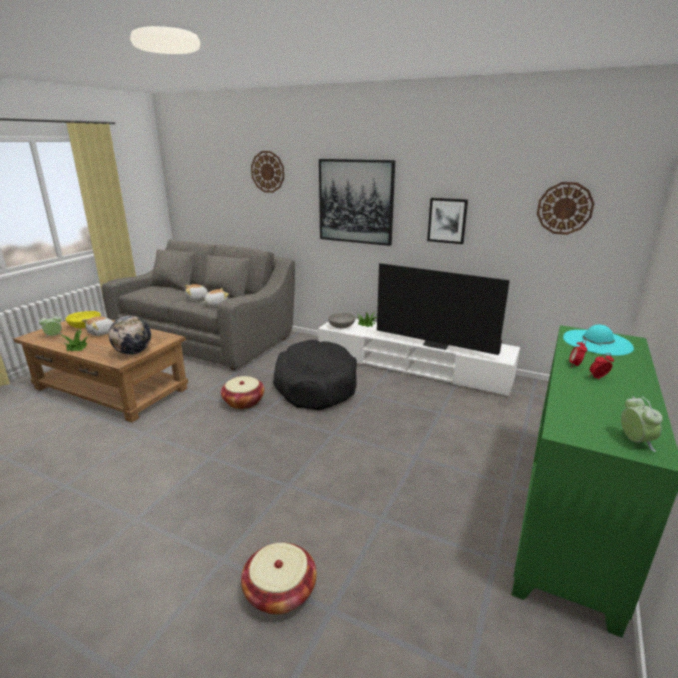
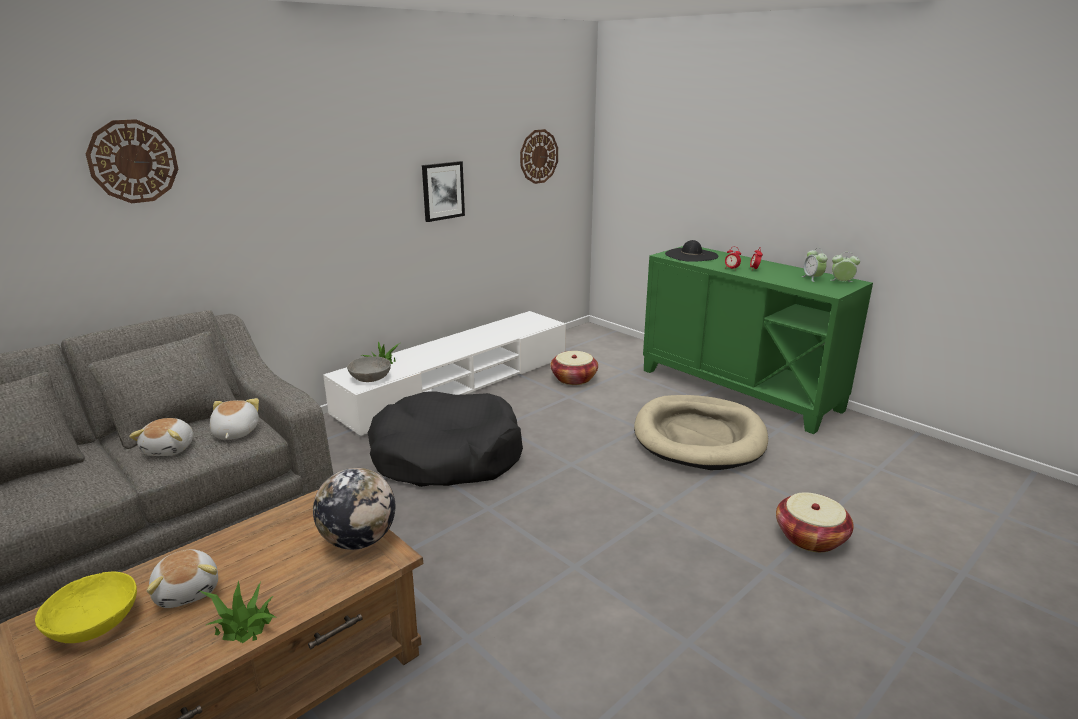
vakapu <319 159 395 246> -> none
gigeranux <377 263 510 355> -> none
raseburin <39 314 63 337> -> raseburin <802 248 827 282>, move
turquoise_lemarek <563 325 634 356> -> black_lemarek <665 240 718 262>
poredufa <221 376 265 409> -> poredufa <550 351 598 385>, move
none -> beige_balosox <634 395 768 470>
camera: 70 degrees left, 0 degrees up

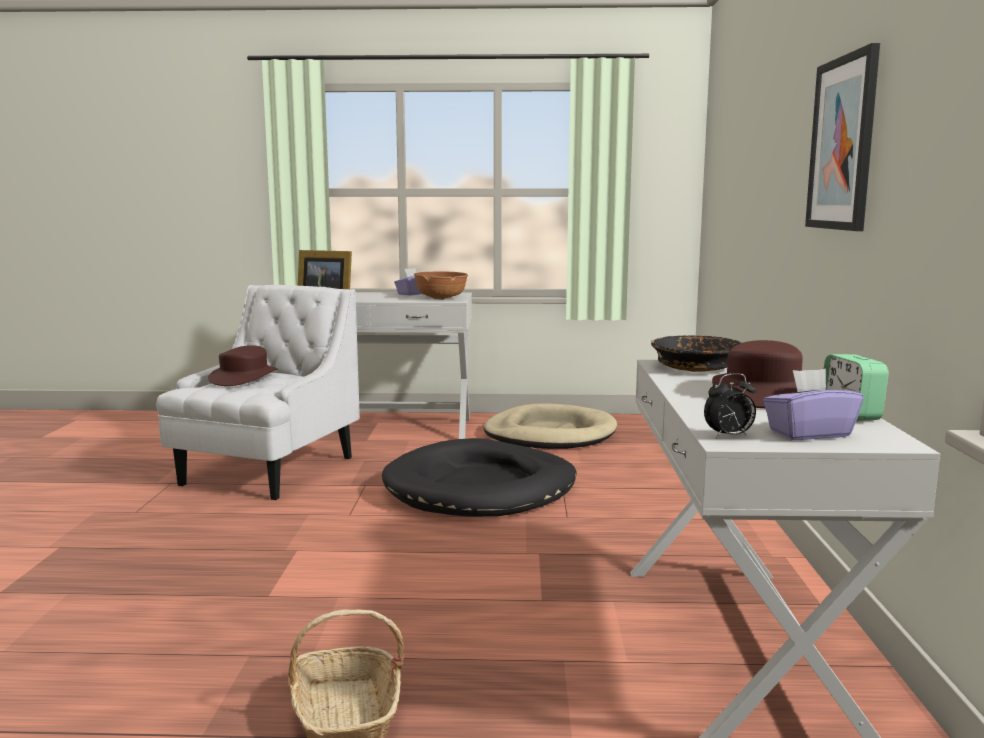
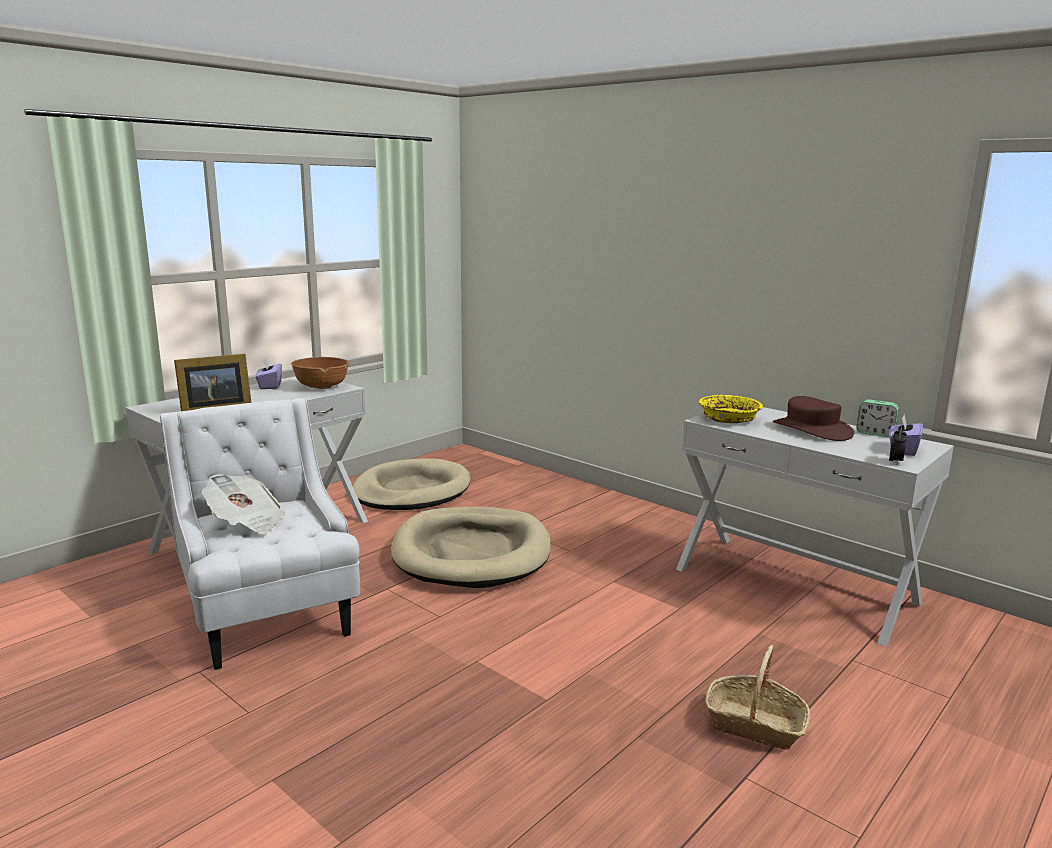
vakapu <805 43 880 231> -> none
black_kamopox <651 335 741 372> -> yellow_kamopox <698 395 763 423>
brown_lemarek <208 345 278 386> -> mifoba <202 474 285 534>
black_balosox <382 438 577 517> -> beige_balosox <391 507 551 588>
camera: 50 degrees left, 5 degrees up

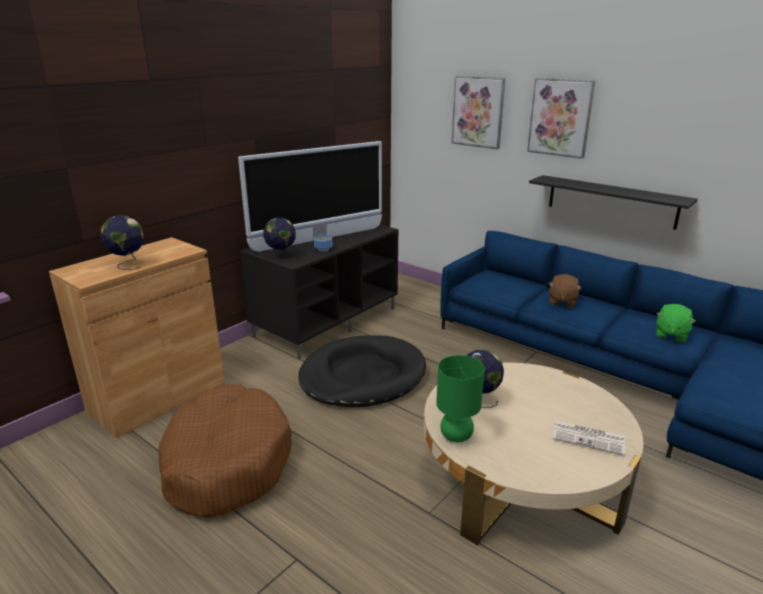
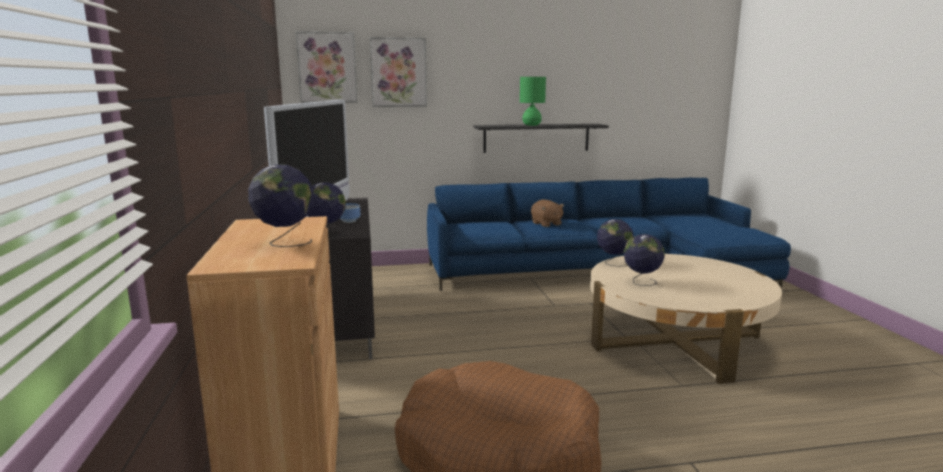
vakapu <527 78 595 159> -> vakapu <296 32 357 103>, move
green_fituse <656 304 696 342> -> none
black_balosox <298 336 426 407> -> none
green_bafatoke <436 355 485 442> -> green_bafatoke <520 77 546 126>, move
mifoba <552 420 625 456> -> none
none -> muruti <597 219 634 266>
camera: 50 degrees left, 10 degrees down

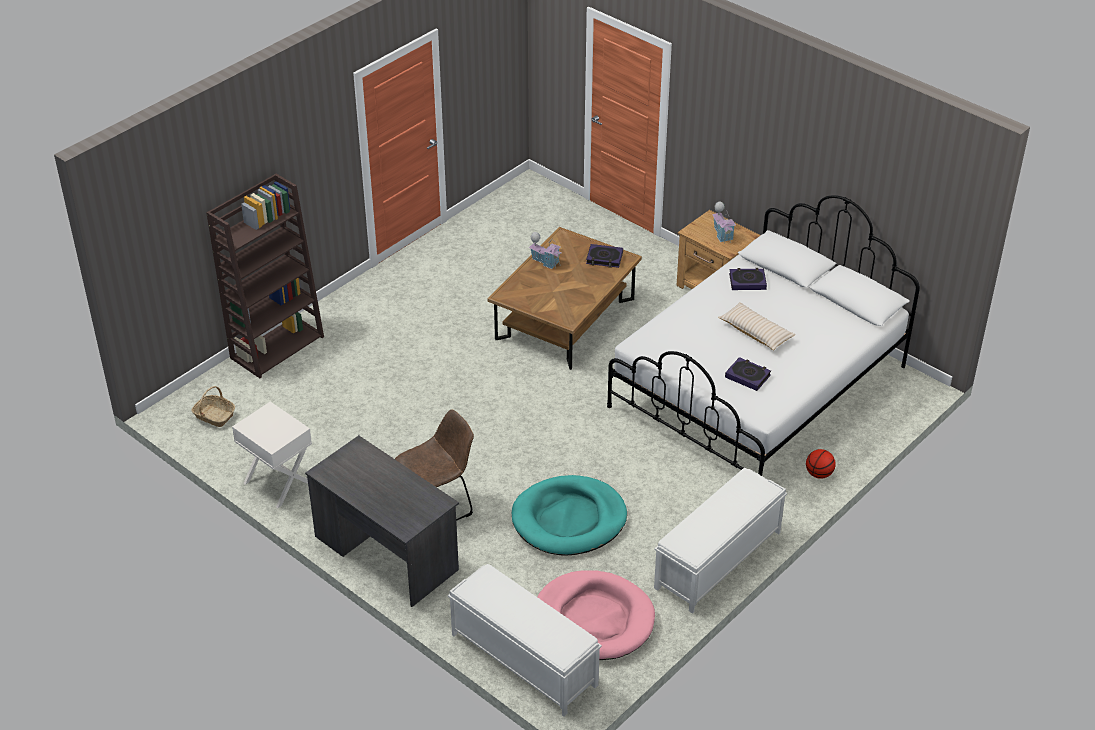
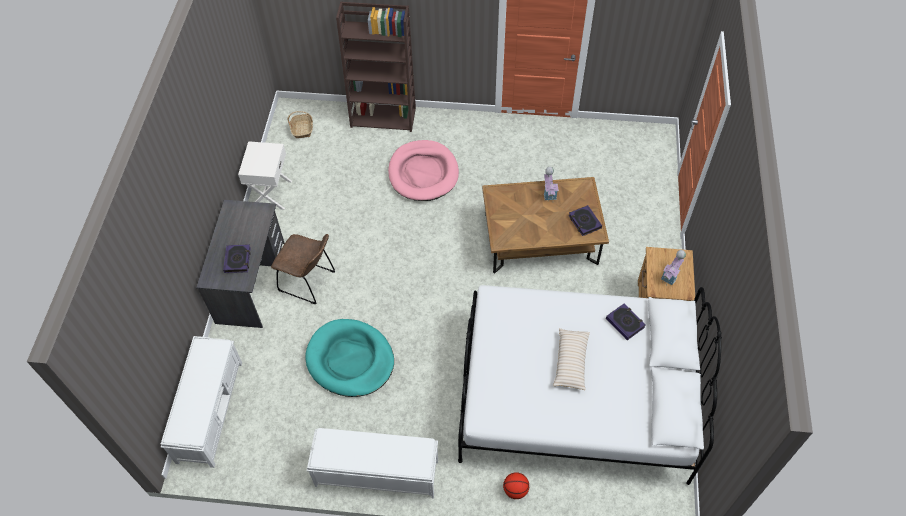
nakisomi <725 357 771 391> -> nakisomi <223 244 251 273>, move
pink_balosox <537 570 655 660> -> pink_balosox <388 140 459 201>, move
camera: 55 degrees right, 15 degrees up

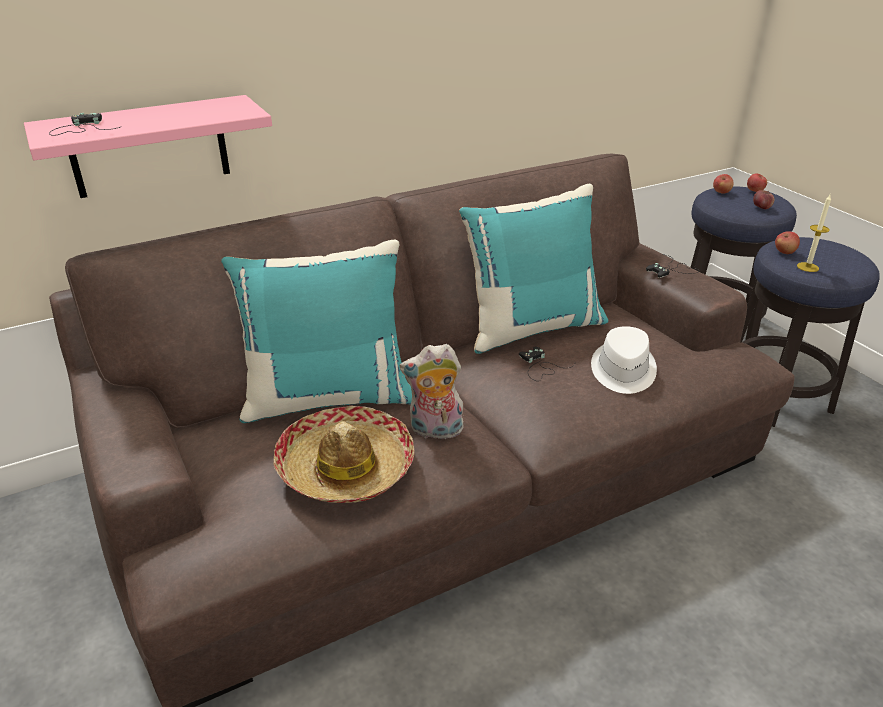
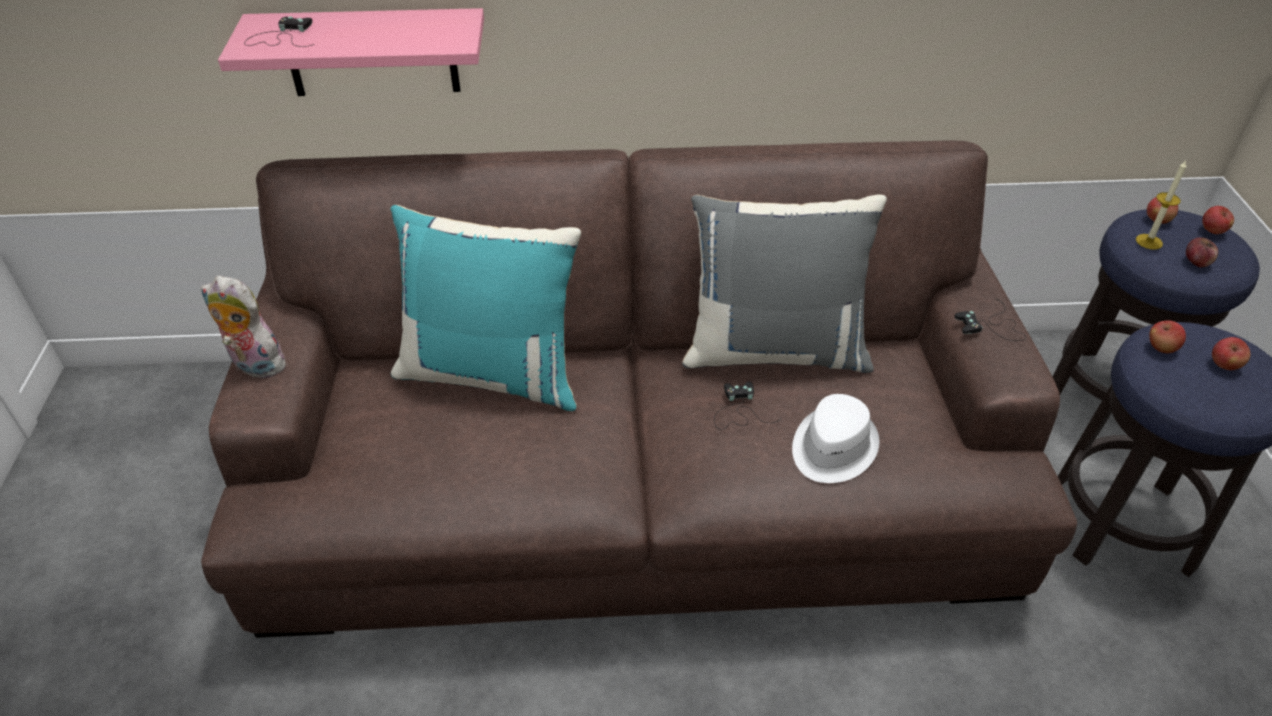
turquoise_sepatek <459 184 608 354> -> grey_sepatek <682 195 887 373>
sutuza <797 195 831 272> -> sutuza <1136 161 1186 250>, move
fituse <400 344 464 439> -> fituse <201 276 288 378>, move
lemarek <273 406 415 503> -> none
none -> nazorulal <1212 337 1250 370>
camera: 25 degrees right, 10 degrees up

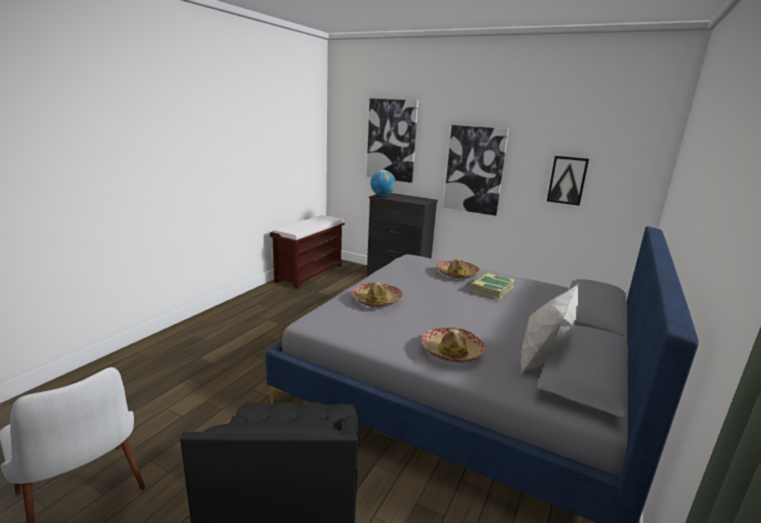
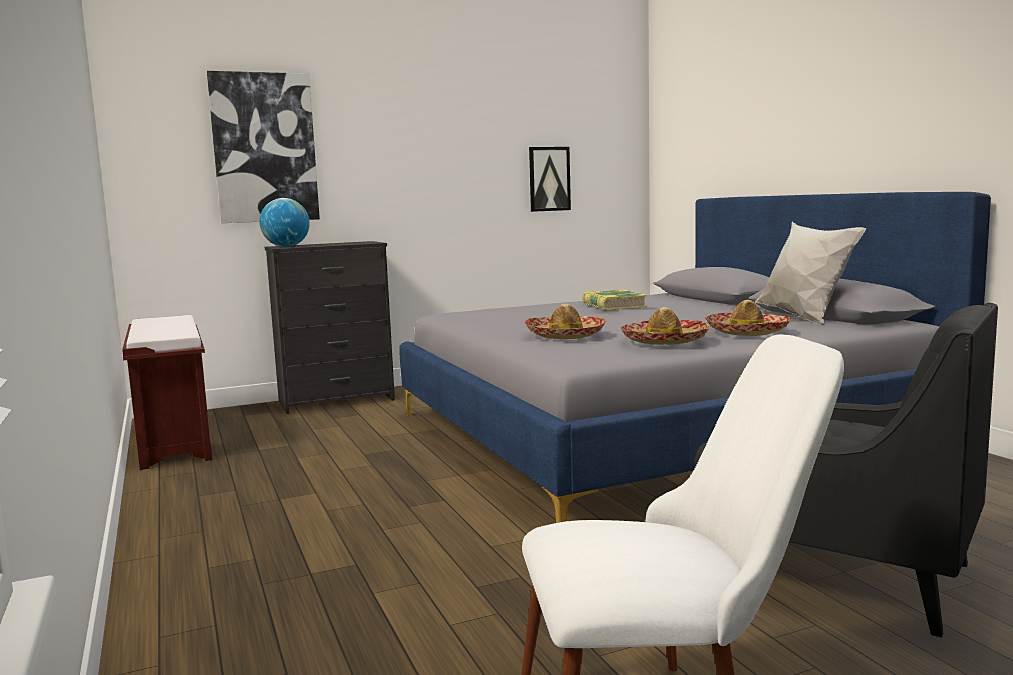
vakapu <443 125 509 216> -> none
lemarek <436 258 480 279> -> lemarek <621 307 710 345>, move
camera: 50 degrees left, 10 degrees down

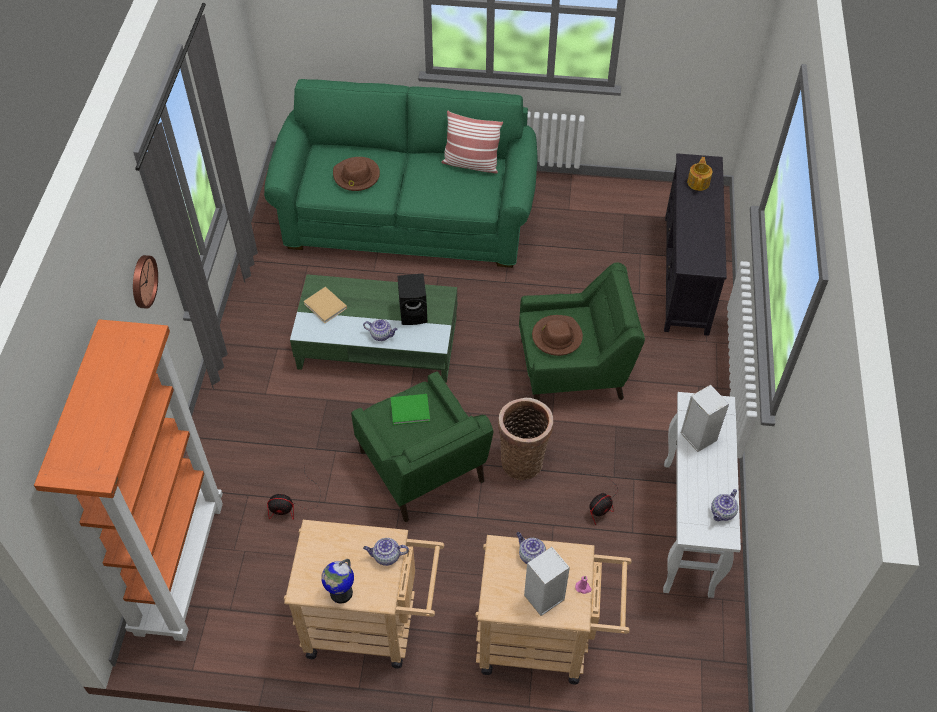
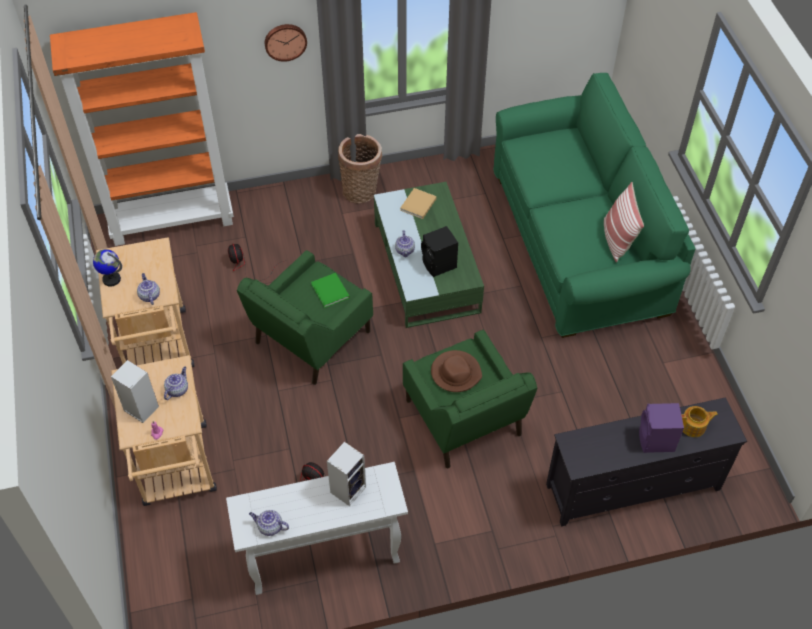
brown_lemarek <333 157 380 191> -> none
poredufa <498 398 553 480> -> poredufa <338 134 382 204>, move
none -> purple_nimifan <639 403 684 453>
camera: 70 degrees right, 0 degrees up

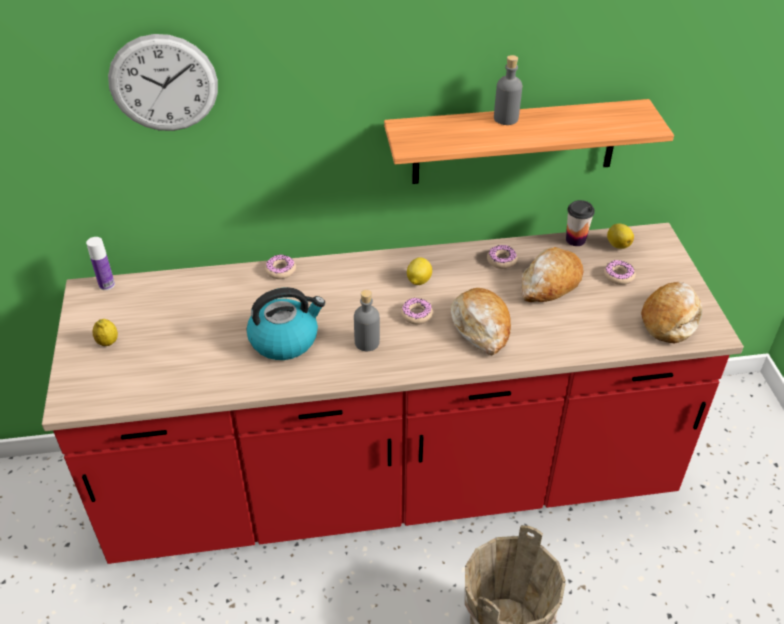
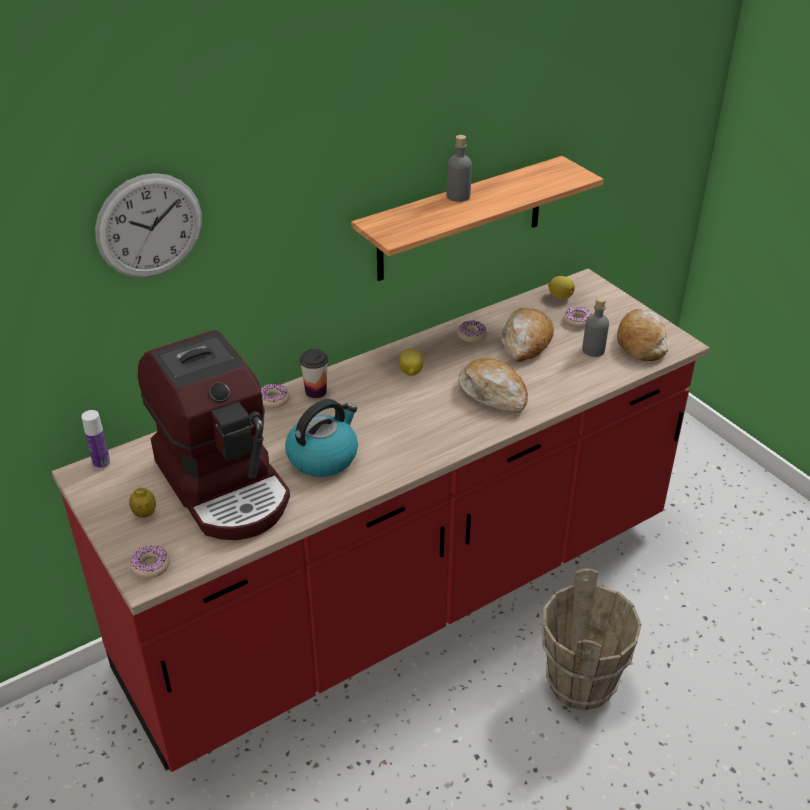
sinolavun <566 200 595 246> -> sinolavun <300 349 328 398>, move
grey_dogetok <354 290 380 351> -> grey_dogetok <582 297 609 357>, move
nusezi <401 298 433 325> -> nusezi <131 546 170 578>, move
none -> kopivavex <138 330 290 540>
camera: 25 degrees left, 5 degrees down

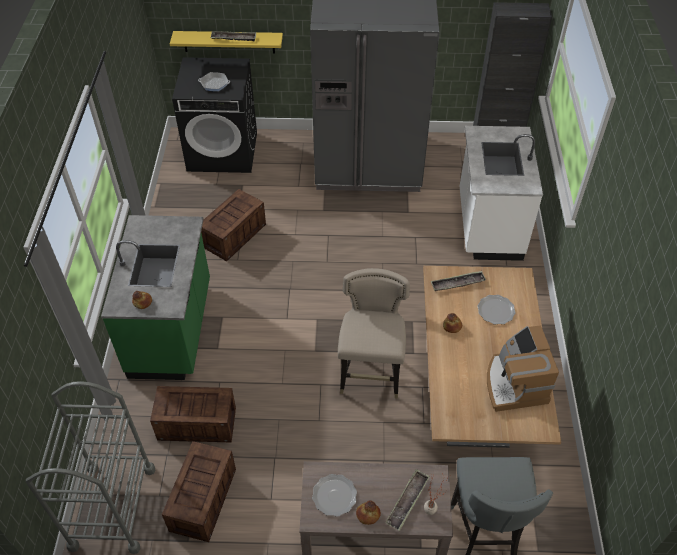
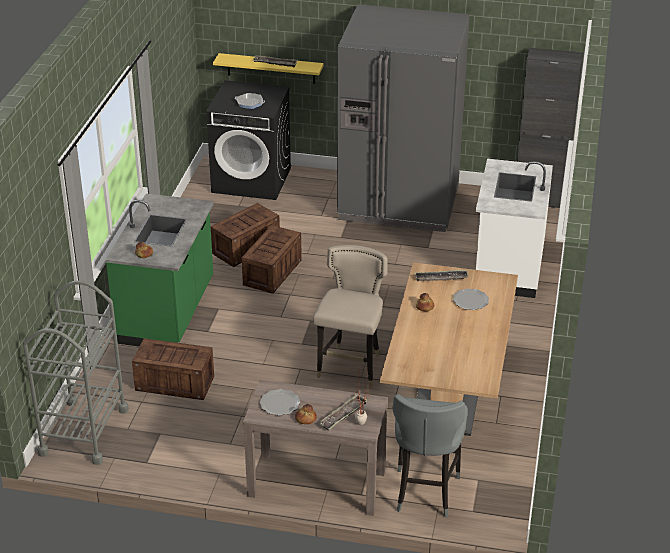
kopivavex <487 326 559 412> -> none
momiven <162 441 236 542> -> momiven <242 225 302 294>, move
camera: 10 degrees right, 15 degrees down

